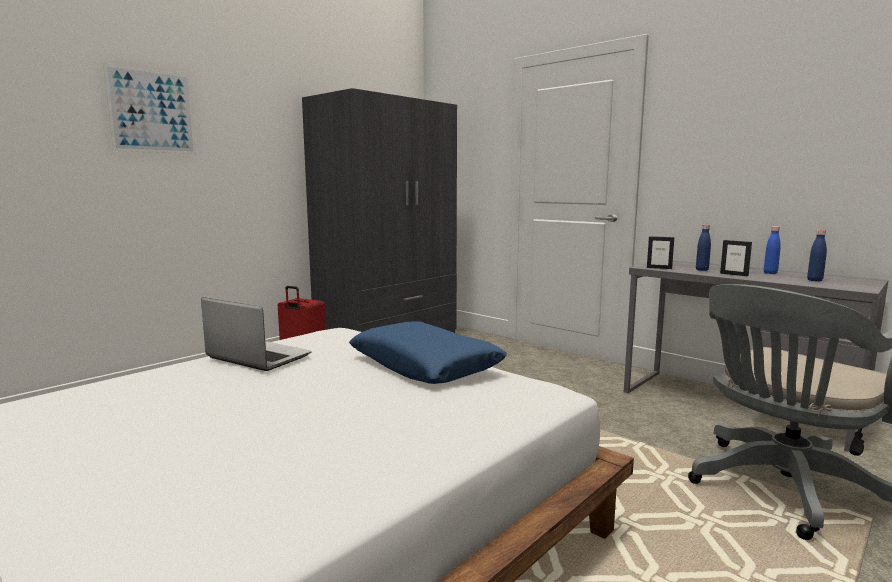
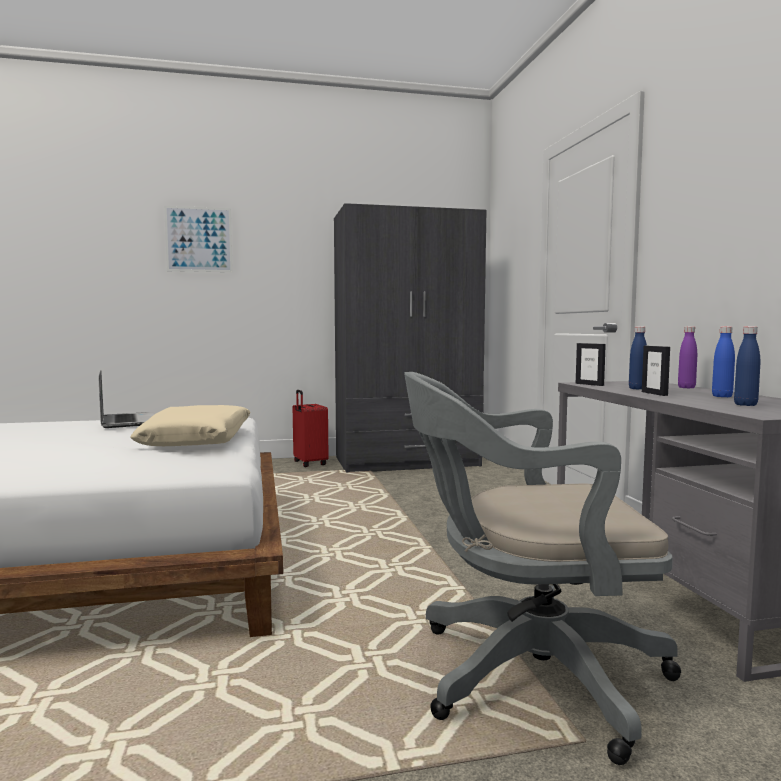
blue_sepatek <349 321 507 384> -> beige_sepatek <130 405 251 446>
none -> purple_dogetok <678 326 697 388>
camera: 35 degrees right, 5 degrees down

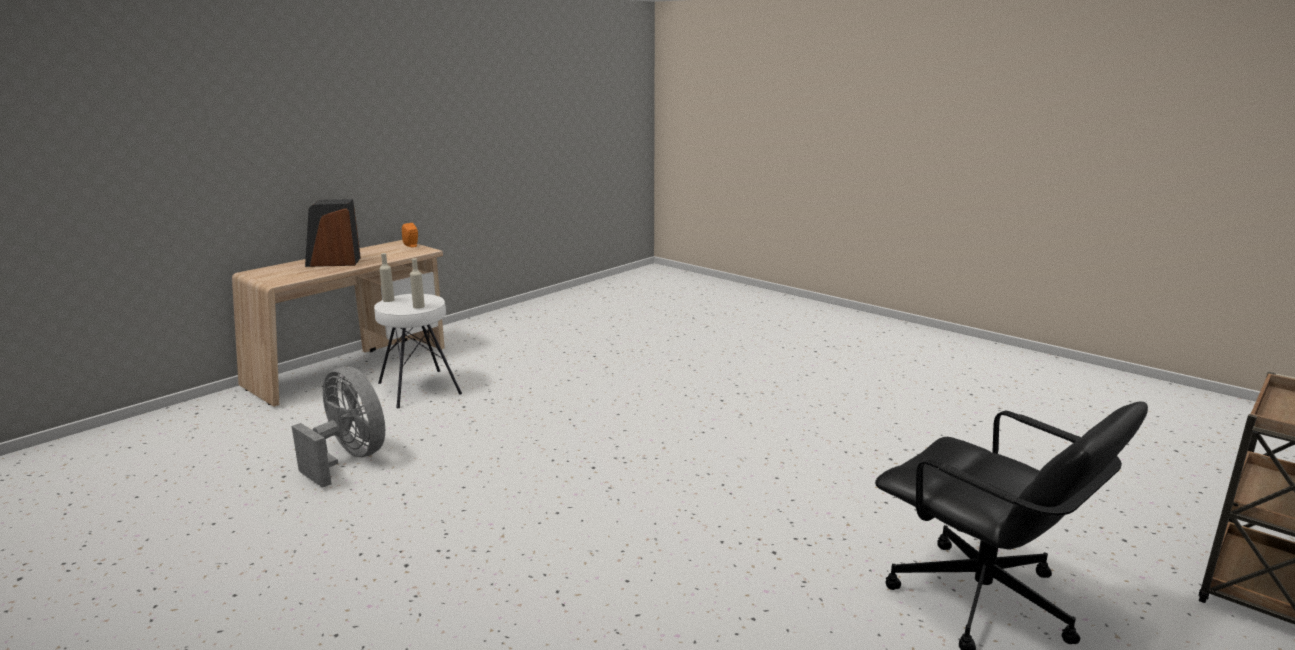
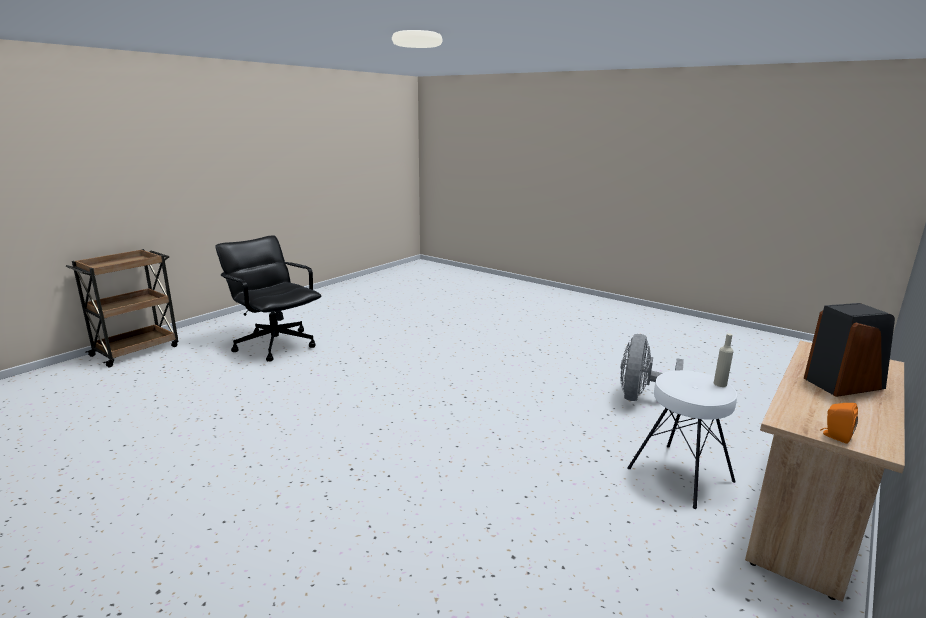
beige_dogetok <410 258 425 309> -> none
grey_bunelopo <292 367 385 488> -> grey_bunelopo <620 334 684 401>, 75 degrees clockwise
camera: 175 degrees right, 0 degrees up

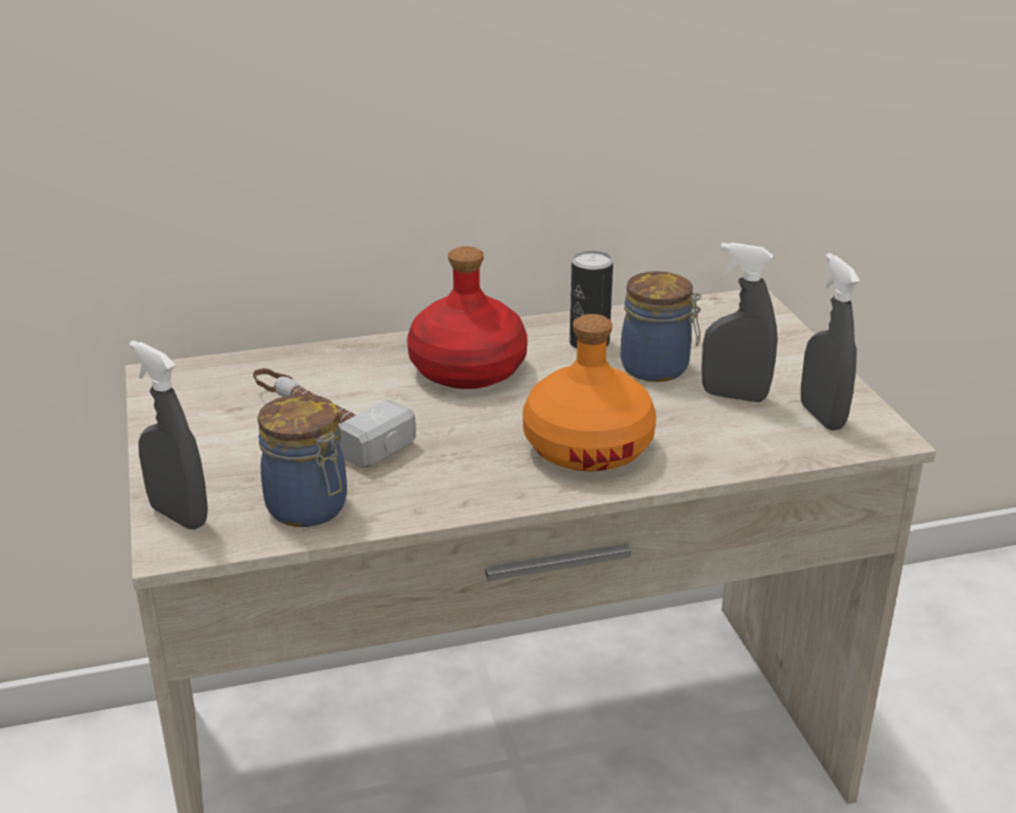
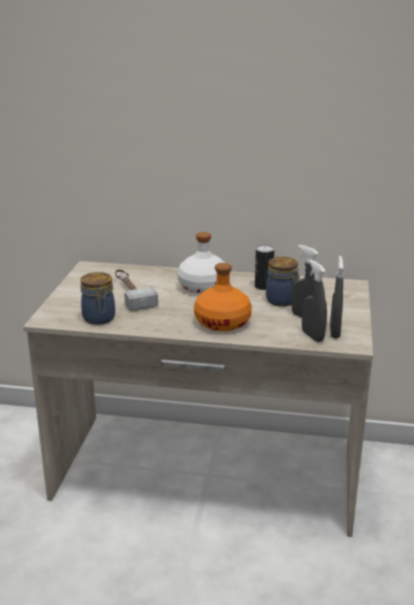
red_dogetok <407 246 527 389> -> white_dogetok <177 232 230 294>
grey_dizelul <129 340 208 529> -> grey_dizelul <302 260 327 342>, move
camera: 25 degrees right, 5 degrees down

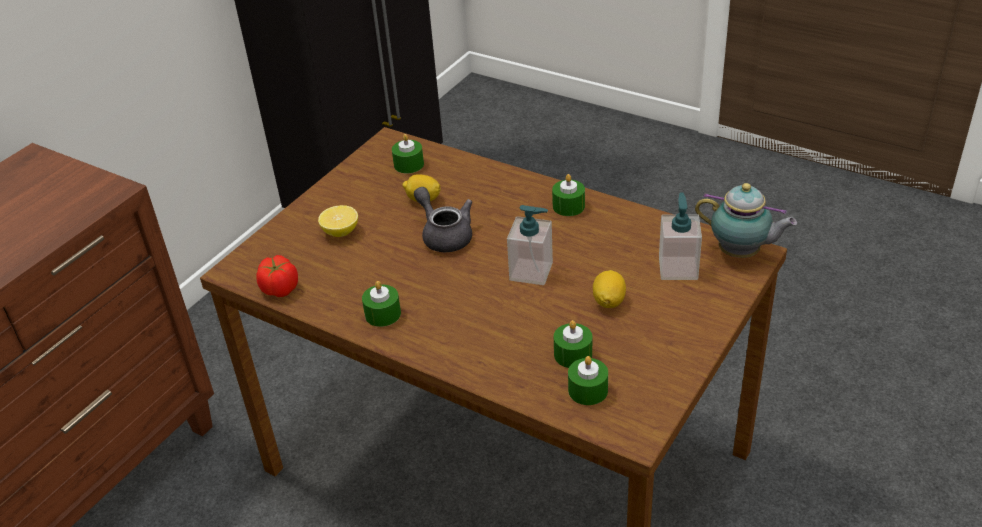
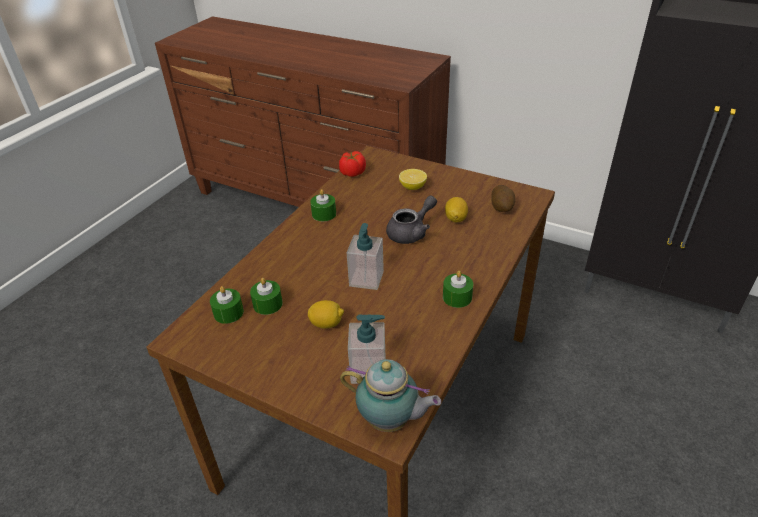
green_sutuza <392 134 424 174> -> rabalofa <491 185 516 212>
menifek <695 183 797 258> -> menifek <340 359 441 432>, 90 degrees counterclockwise
camera: 85 degrees right, 0 degrees up

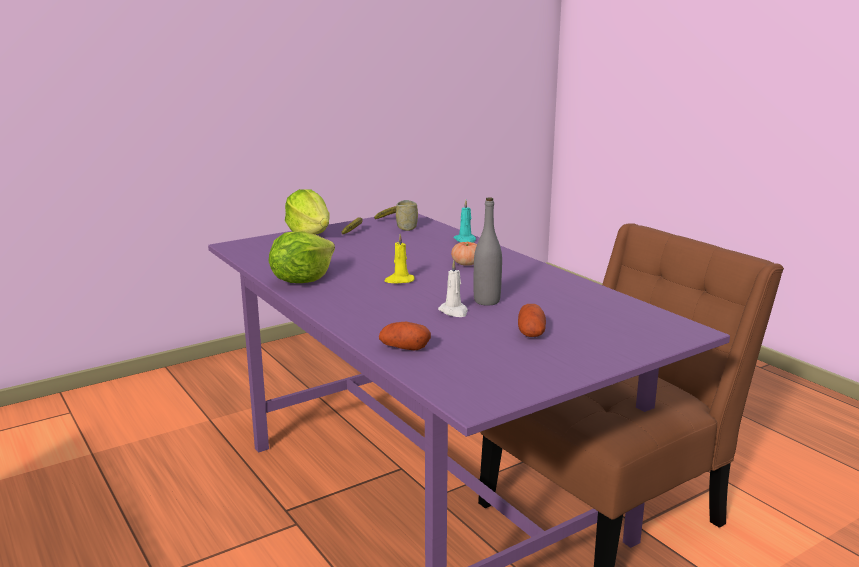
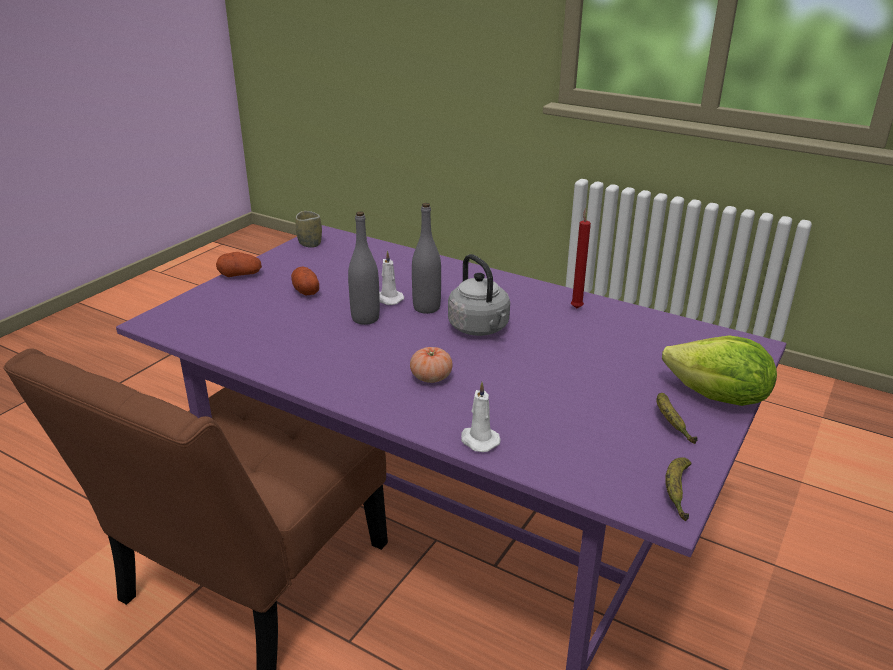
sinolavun <396 200 418 231> -> sinolavun <296 211 322 248>, move
turquoise_sutuza <454 200 476 243> -> white_sutuza <461 382 501 452>
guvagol <269 231 335 283> -> red_sutuza <571 208 591 308>
yellow_sutuza <384 234 415 283> -> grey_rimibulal <448 254 510 336>
rabalofa <379 321 431 350> -> rabalofa <216 252 262 277>, move
none -> grey_dogetok <412 203 441 314>
camera: 155 degrees right, 10 degrees up

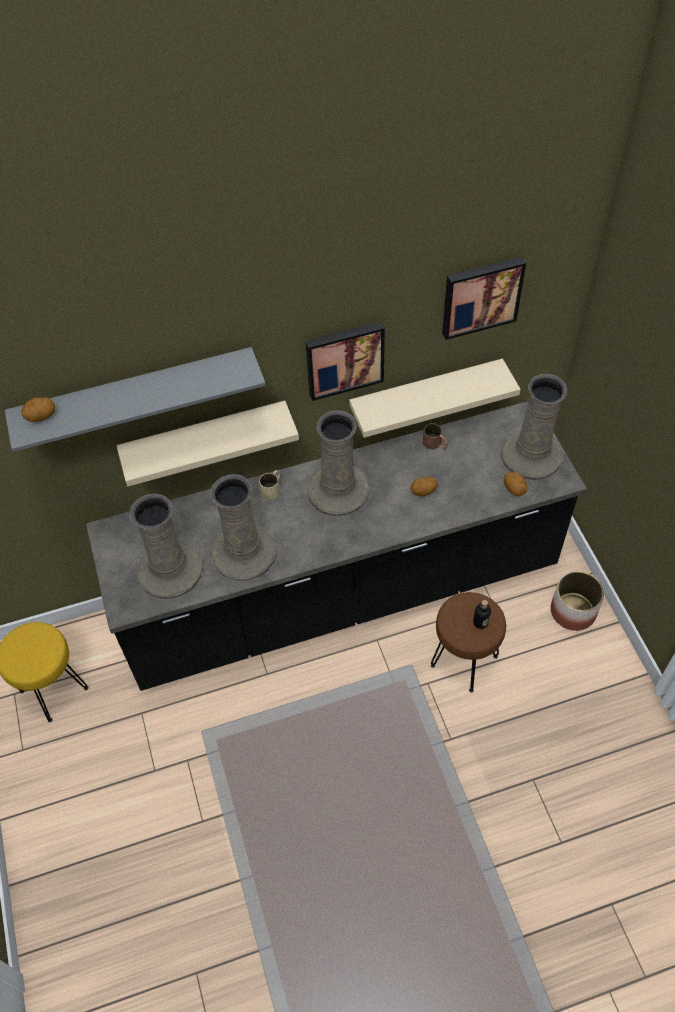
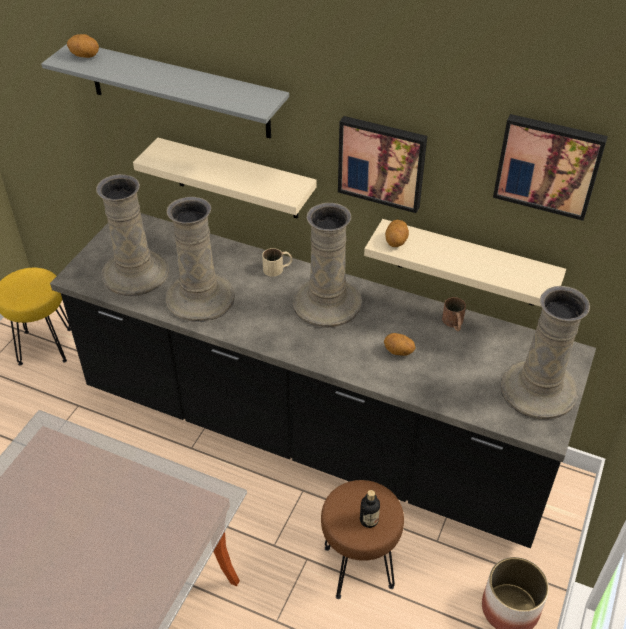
rabalofa <504 472 527 496> -> rabalofa <385 220 409 247>, move
camera: 40 degrees right, 10 degrees down

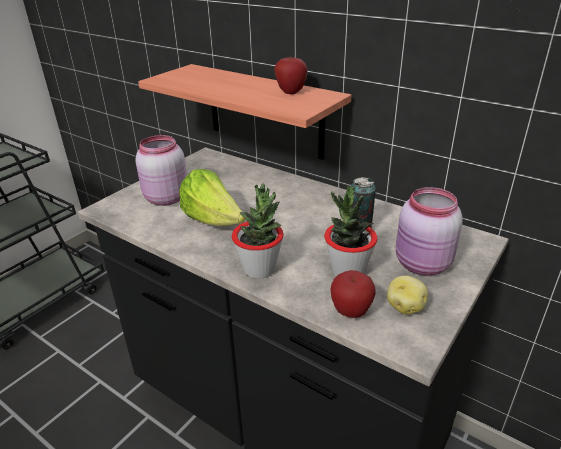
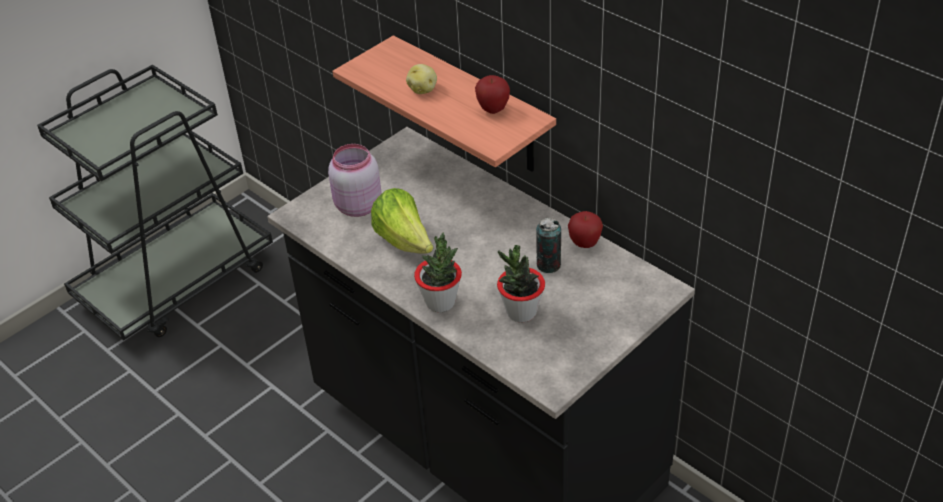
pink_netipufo <396 187 463 276> -> none
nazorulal <330 270 376 318> -> nazorulal <568 211 603 248>, move
rabalofa <387 276 428 315> -> rabalofa <406 64 437 94>, move
camera: 10 degrees right, 10 degrees up

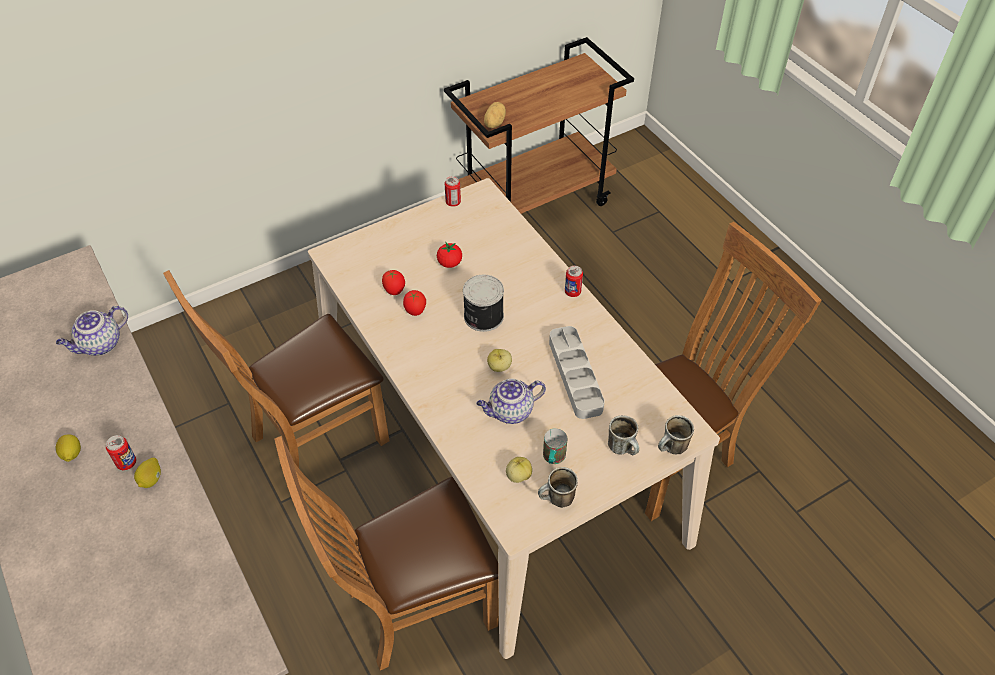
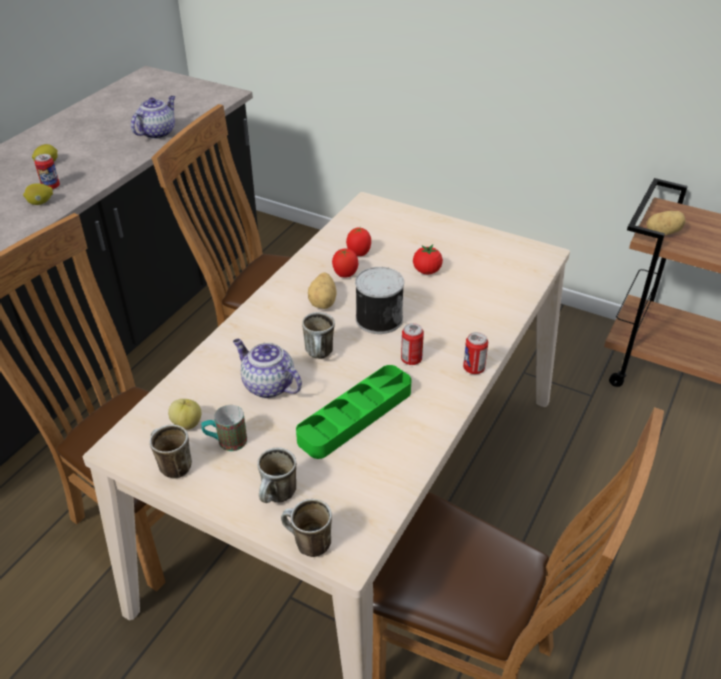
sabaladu <445 176 461 207> -> sabaladu <401 323 424 365>, move
menifek <56 306 128 355> -> menifek <131 96 175 139>, 105 degrees clockwise
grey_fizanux <549 326 605 419> -> green_fizanux <296 365 411 459>
nazorulal <487 349 512 372> -> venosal <302 312 335 359>
none -> rabalofa <308 272 337 309>
camera: 60 degrees right, 10 degrees down

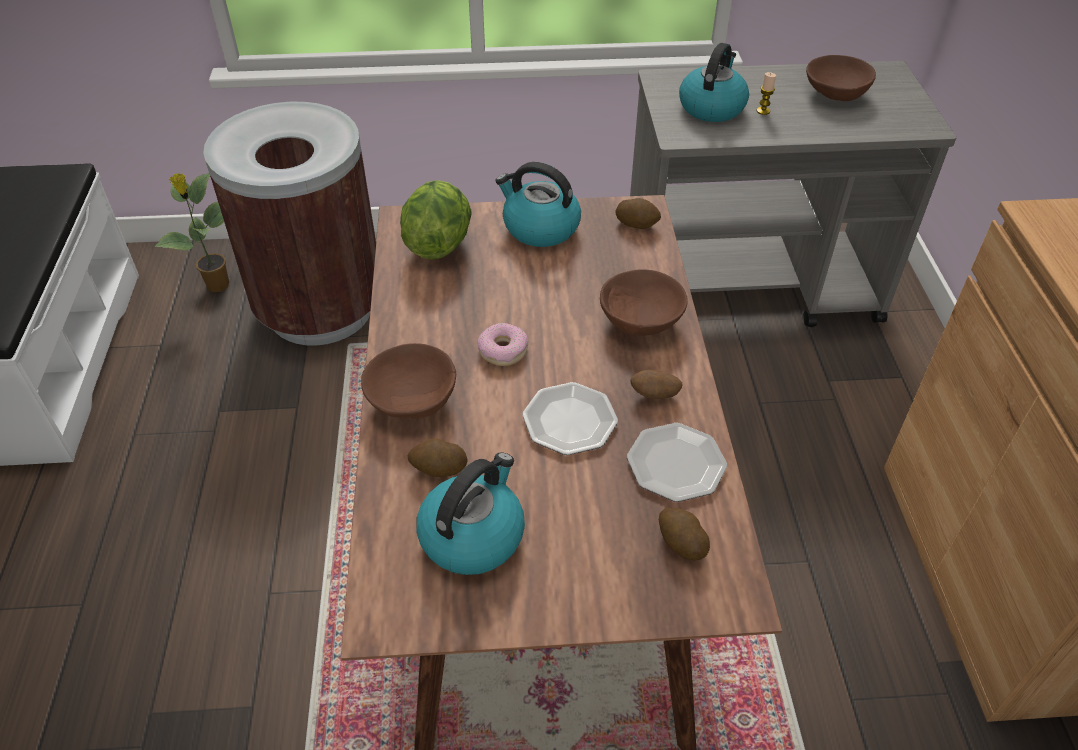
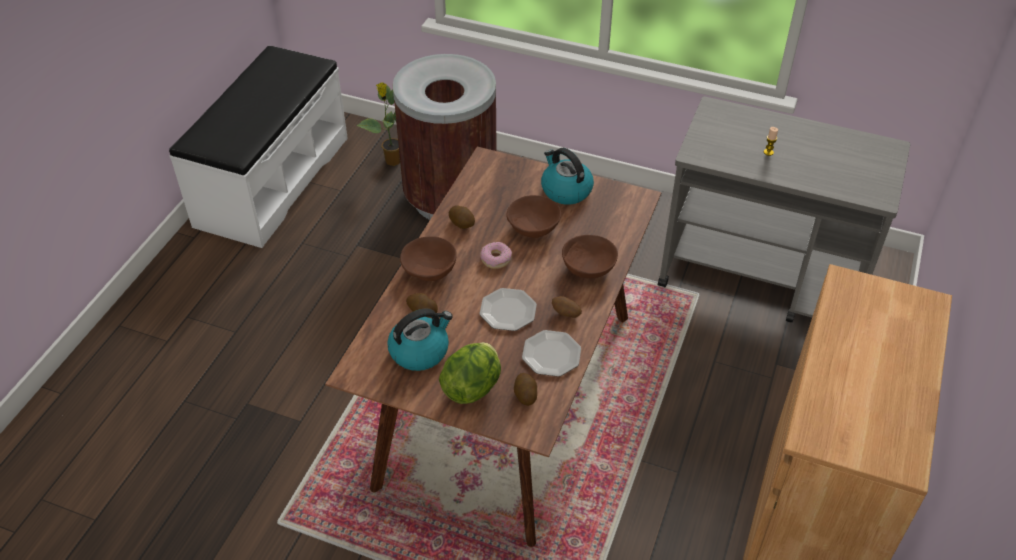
rimibulal <679 43 749 122> -> none
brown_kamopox <806 55 876 101> -> brown_kamopox <506 195 561 238>, move
guvagol <400 180 472 260> -> guvagol <439 342 501 404>, move
rabalofa <615 198 661 229> -> rabalofa <449 205 475 229>, move
camera: 25 degrees right, 0 degrees up

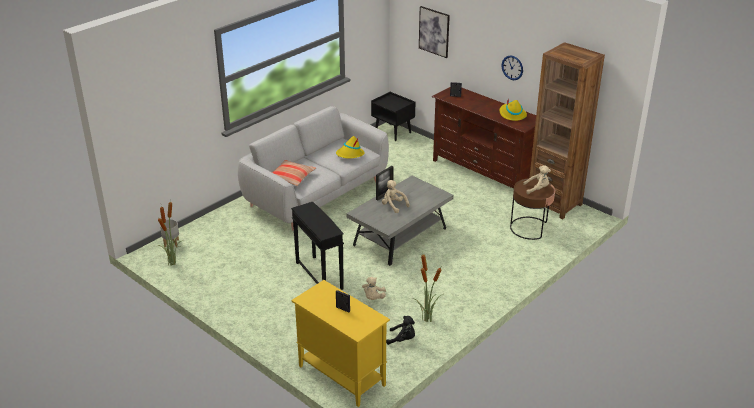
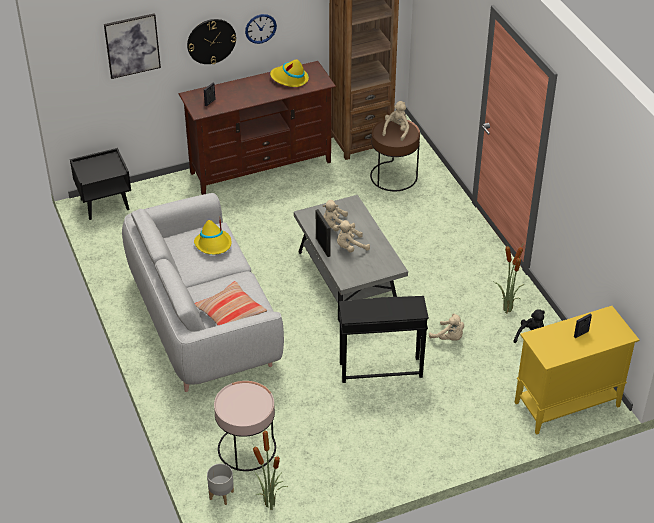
none -> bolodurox <187 19 236 64>
none -> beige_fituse <323 200 355 231>
none -> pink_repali <214 381 276 471>
camera: 65 degrees left, 10 degrees up

